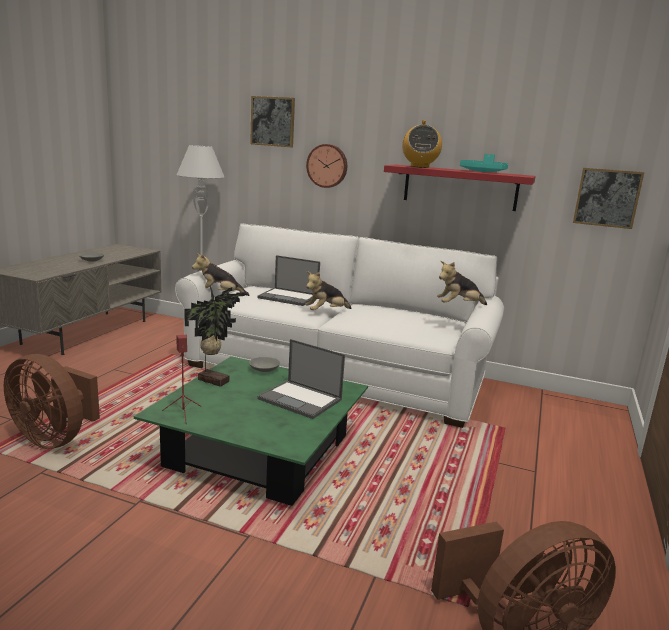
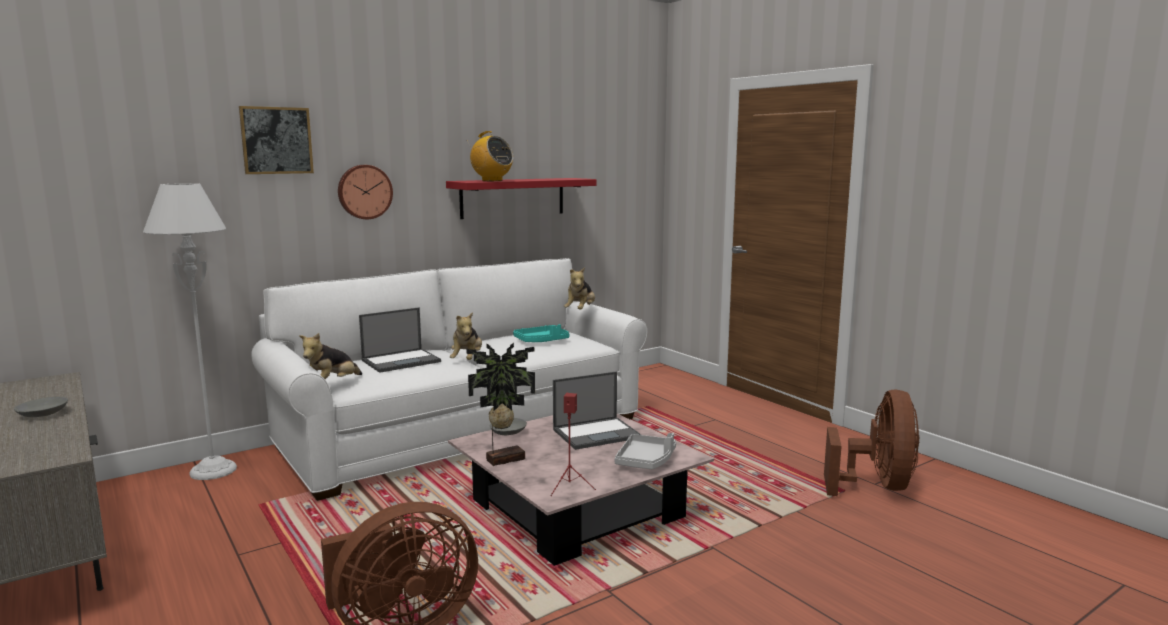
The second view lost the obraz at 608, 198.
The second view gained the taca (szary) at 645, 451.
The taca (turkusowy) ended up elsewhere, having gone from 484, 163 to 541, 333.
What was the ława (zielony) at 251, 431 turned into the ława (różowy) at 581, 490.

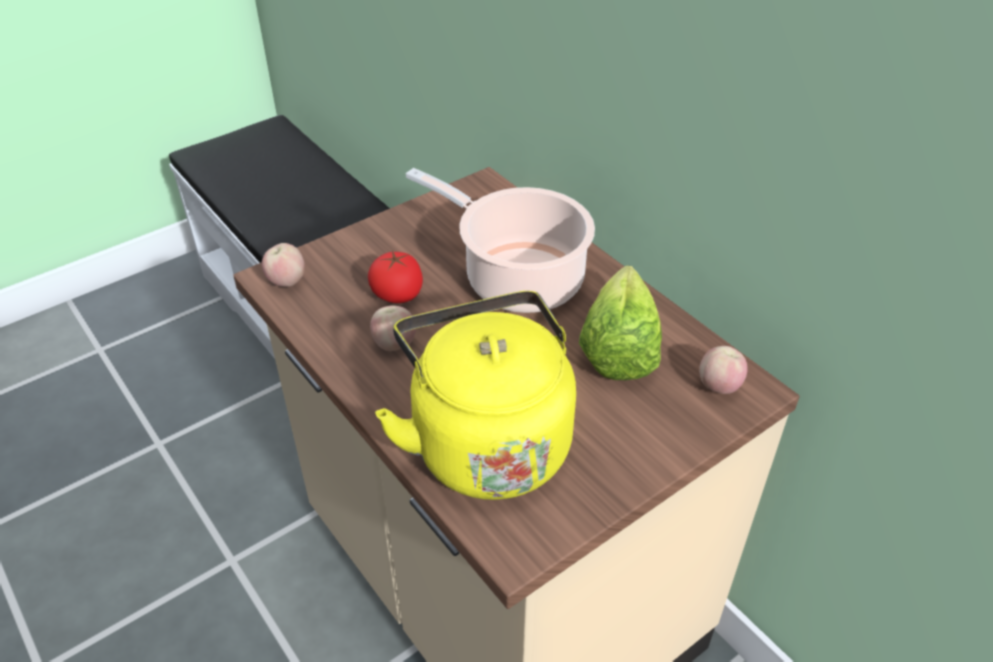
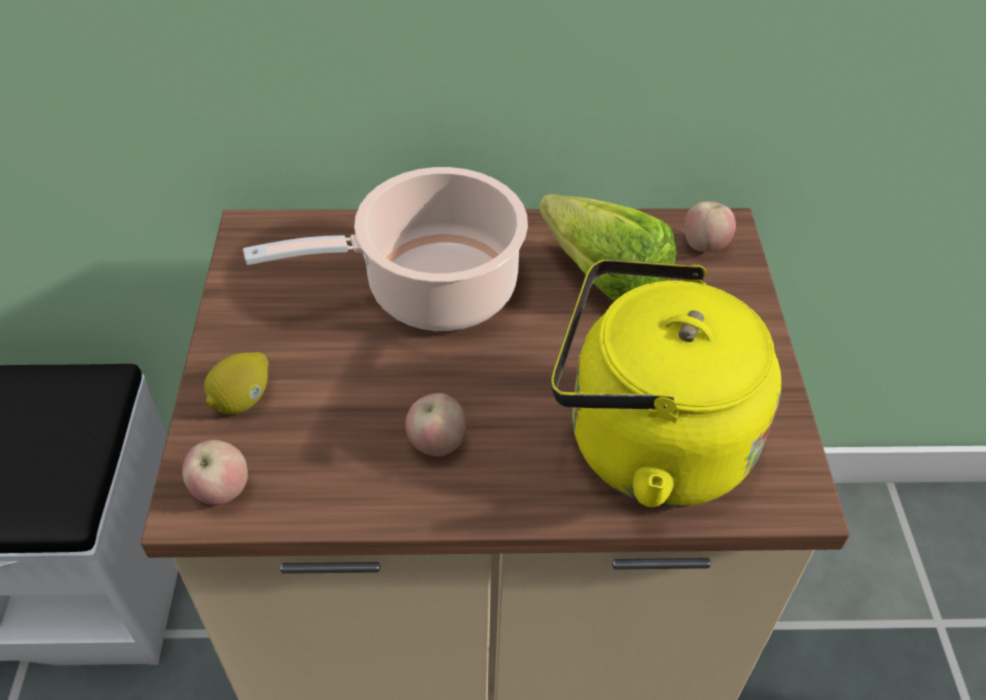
The second view lost the pomidor at 395, 277.
The second view gained the cytryna at 236, 383.

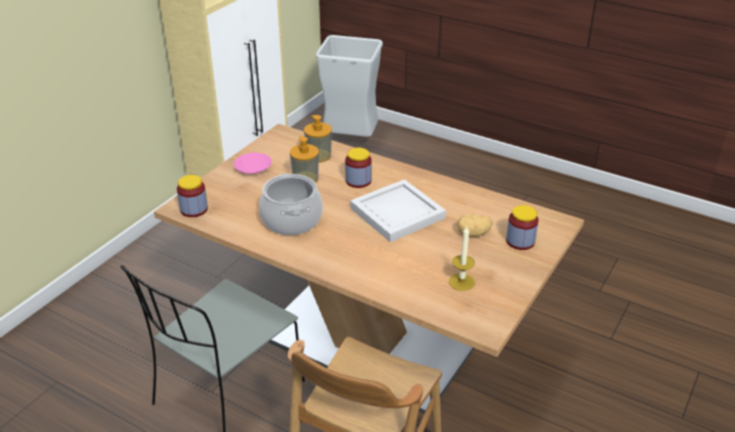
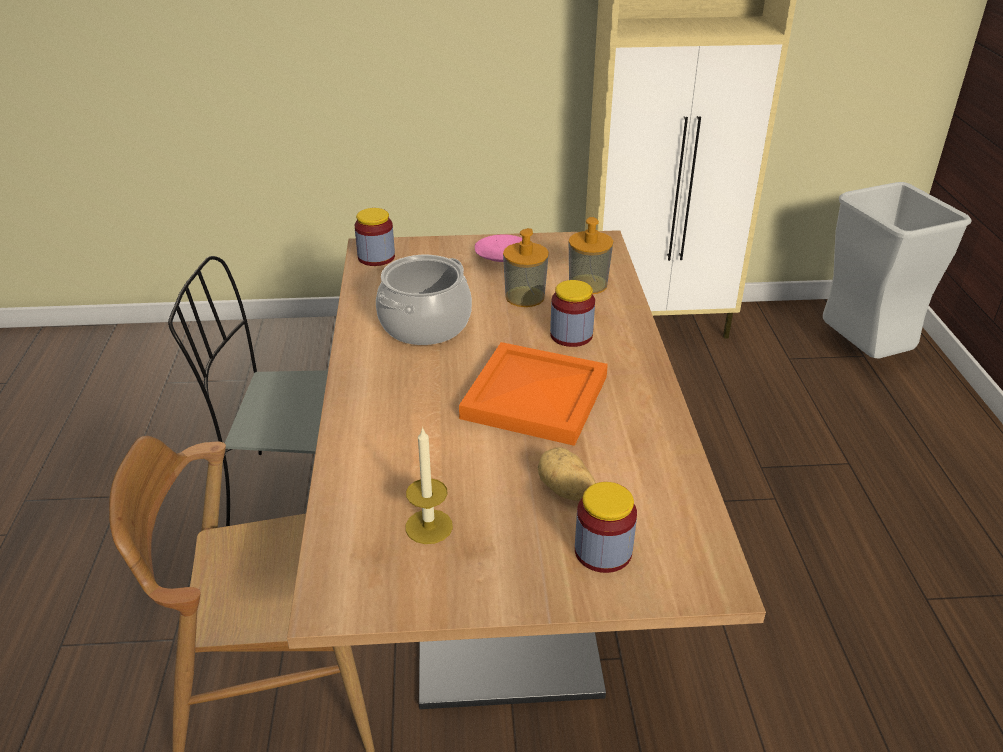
What was the taca (biały) at 398, 210 turned into the taca (pomarańczowy) at 533, 394.

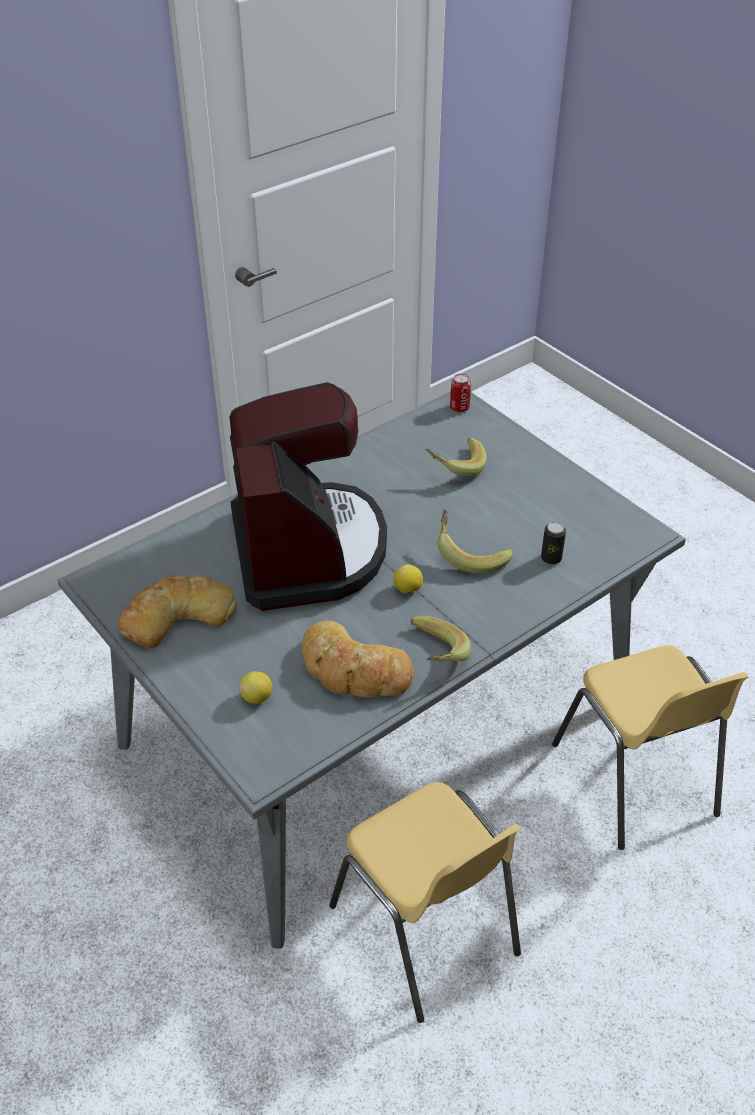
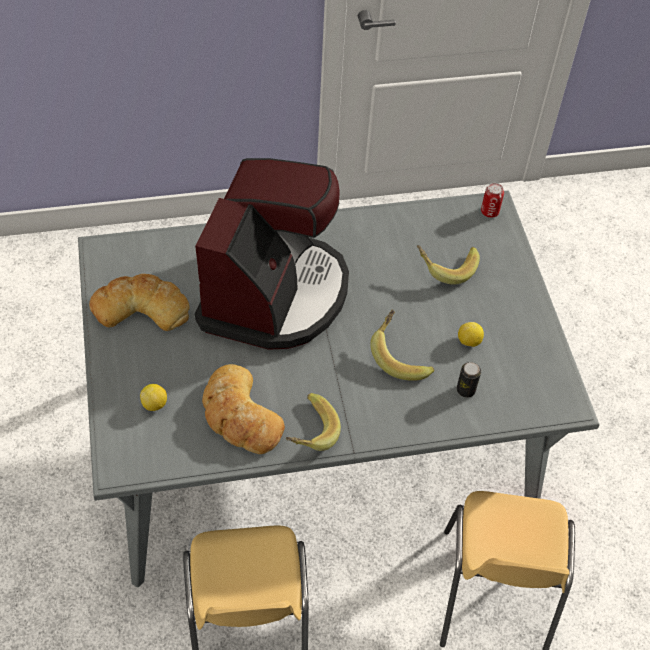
The cytryna ended up elsewhere, having gone from 408, 578 to 471, 334.

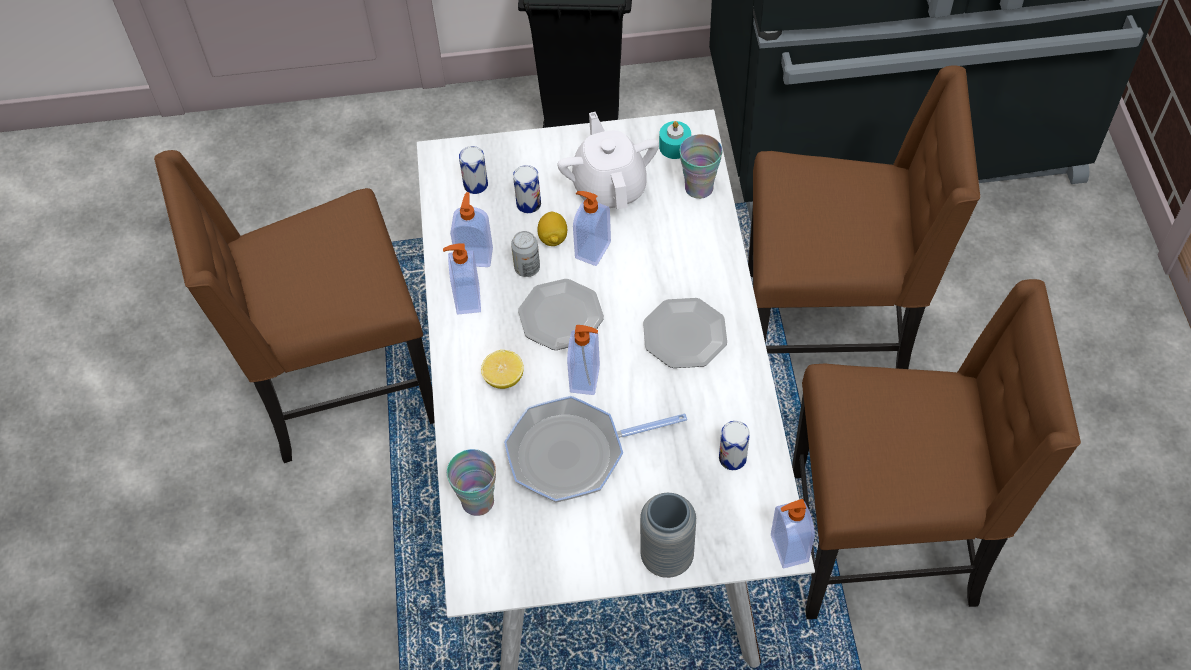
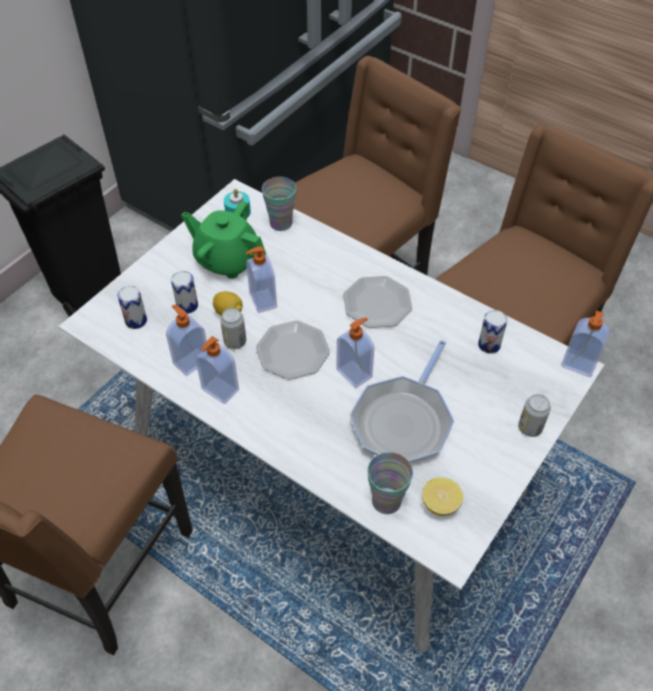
The cytryna ended up elsewhere, having gone from 502, 369 to 442, 496.
Where the wazon (szary) stood at 668, 535, the puszka came to stand at 534, 415.
What was the imbryk (biały) at 608, 160 turned into the imbryk (zielony) at 223, 240.

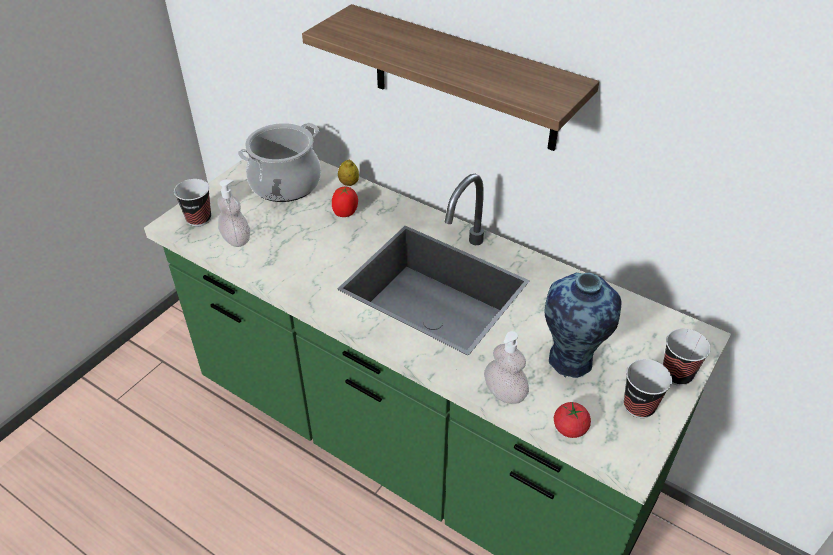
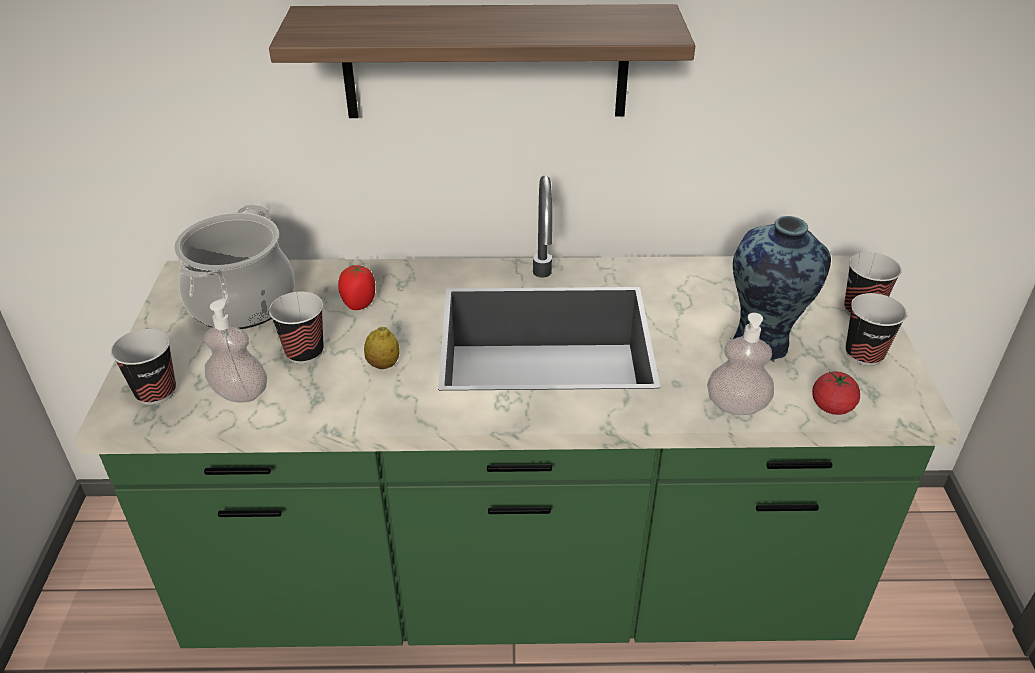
The second view gained the filiżanka at 296, 328.
The cytryna ended up elsewhere, having gone from 348, 173 to 382, 348.

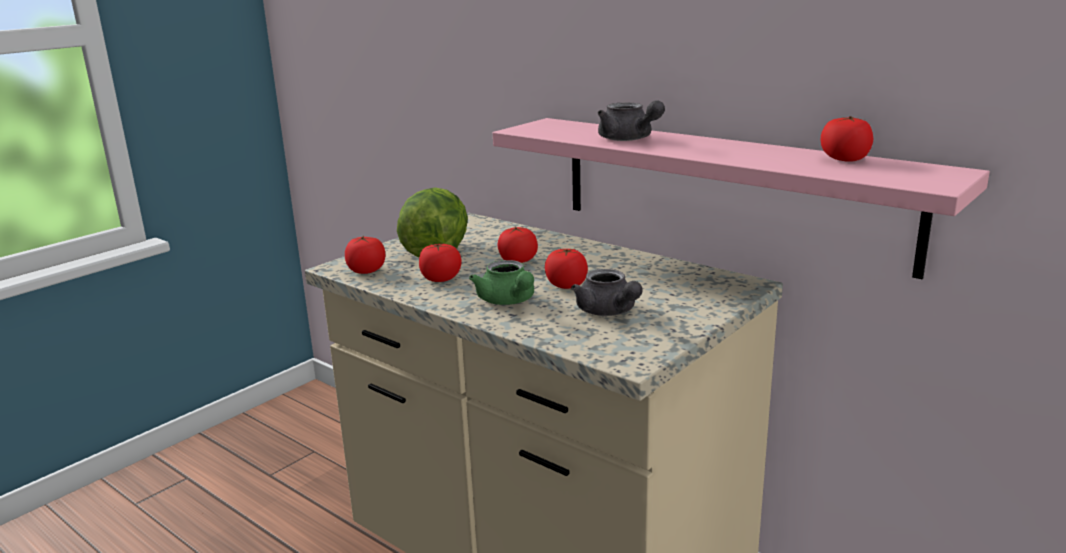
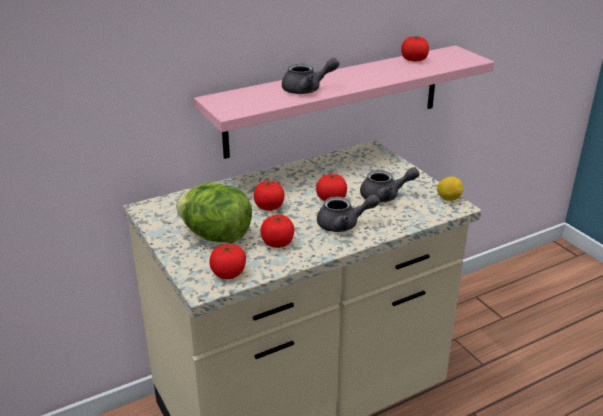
The second view gained the cytryna at 450, 189.
What was the imbryk (zielony) at 501, 282 turned into the imbryk (szary) at 348, 213.

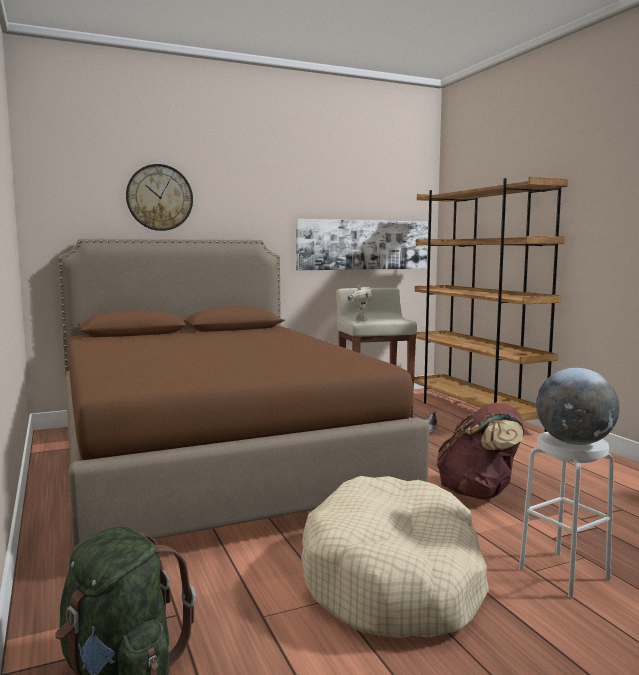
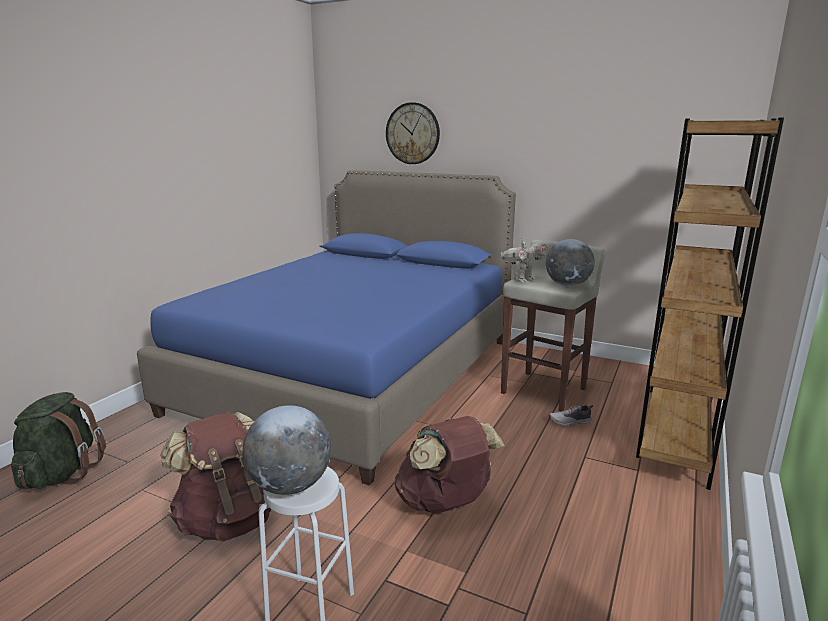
The second view lost the obraz at 362, 244.
The second view gained the globus at 570, 262.
Where the legowisko (beżowy) stood at 395, 557, the plecak (brązowy) came to stand at 216, 476.
What was the łóżko (brązowy) at 243, 393 turned into the łóżko (niebieski) at 326, 328.

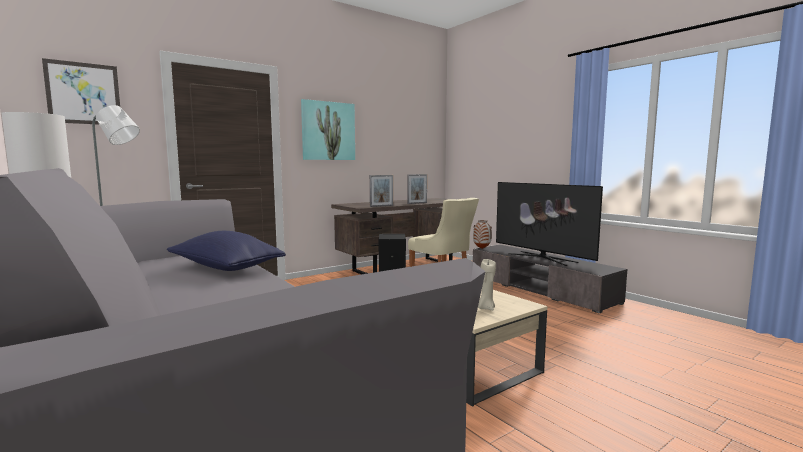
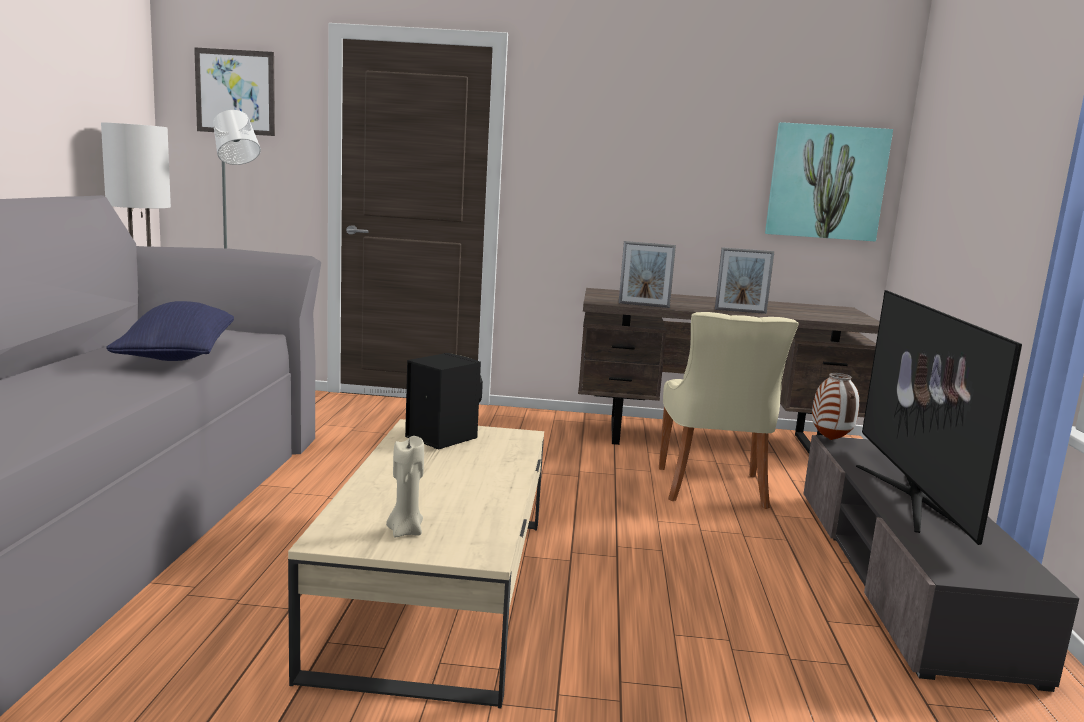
The obraz ended up elsewhere, having gone from 328, 129 to 829, 181.

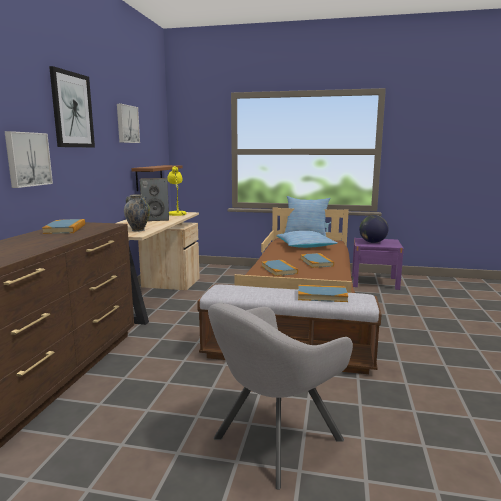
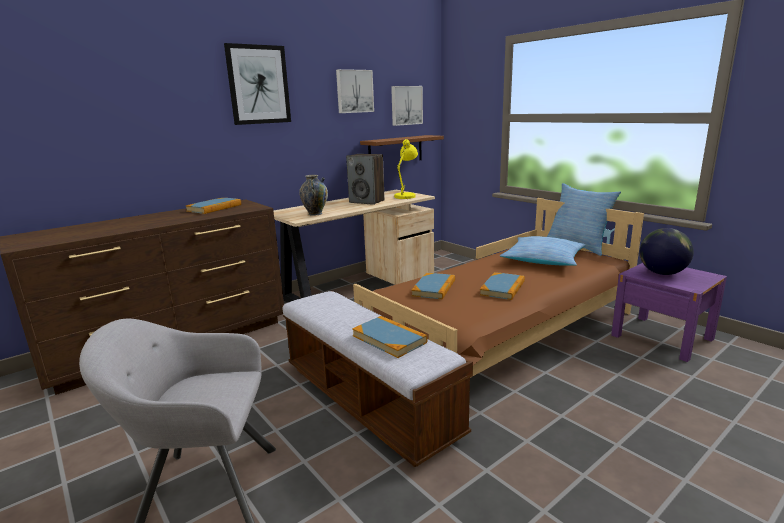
The obraz ended up elsewhere, having gone from 28, 159 to 407, 106.

